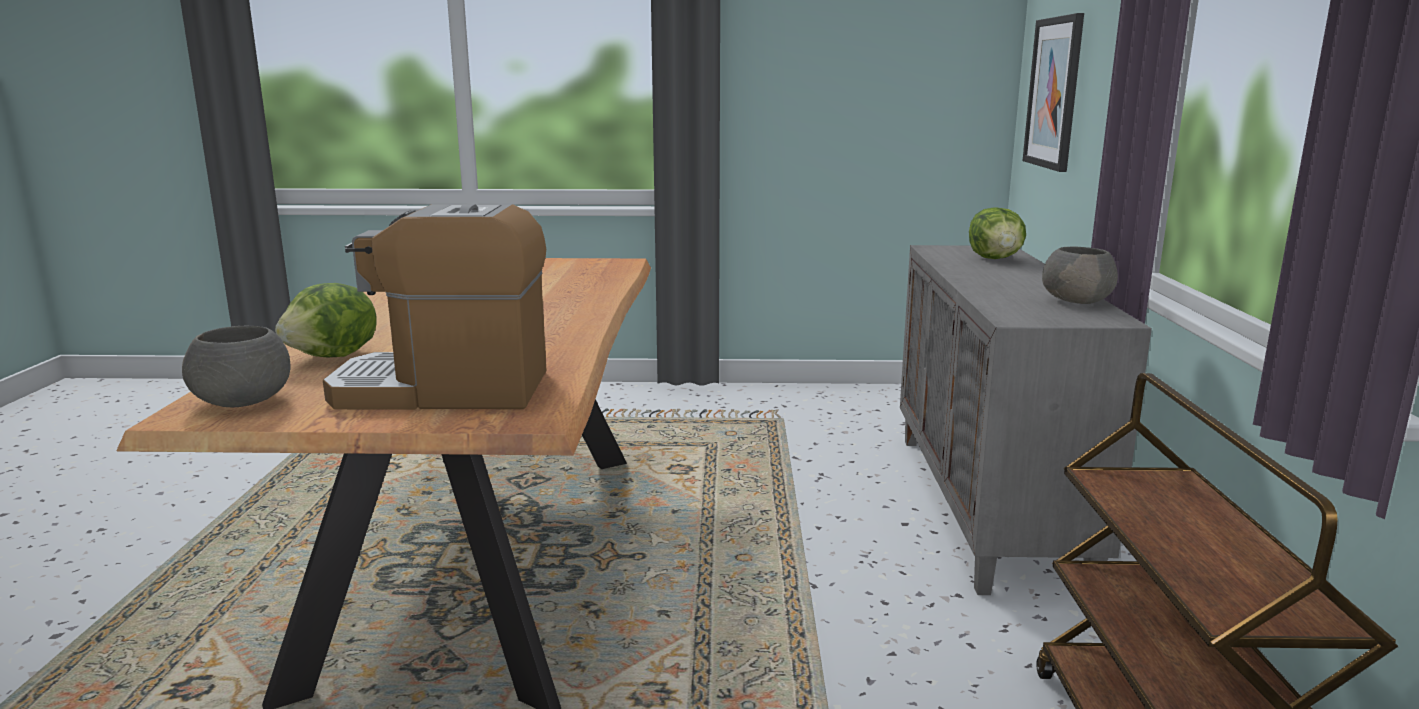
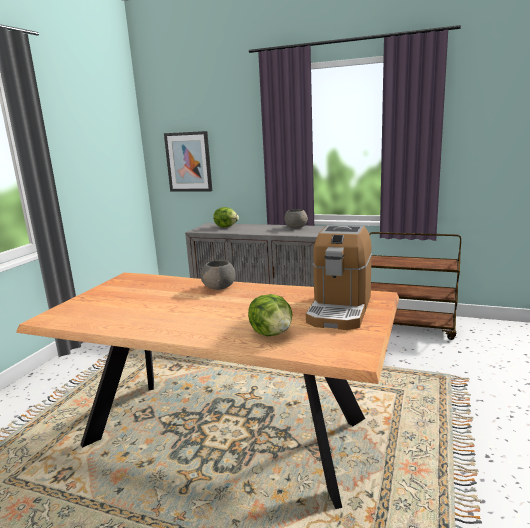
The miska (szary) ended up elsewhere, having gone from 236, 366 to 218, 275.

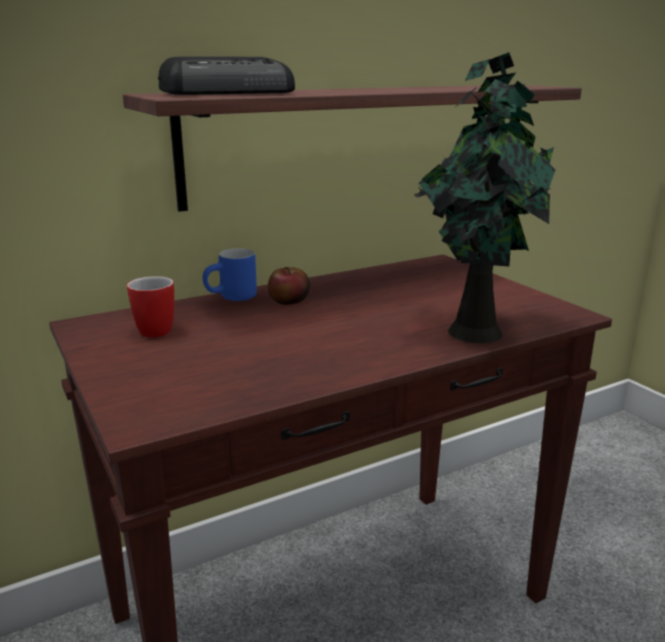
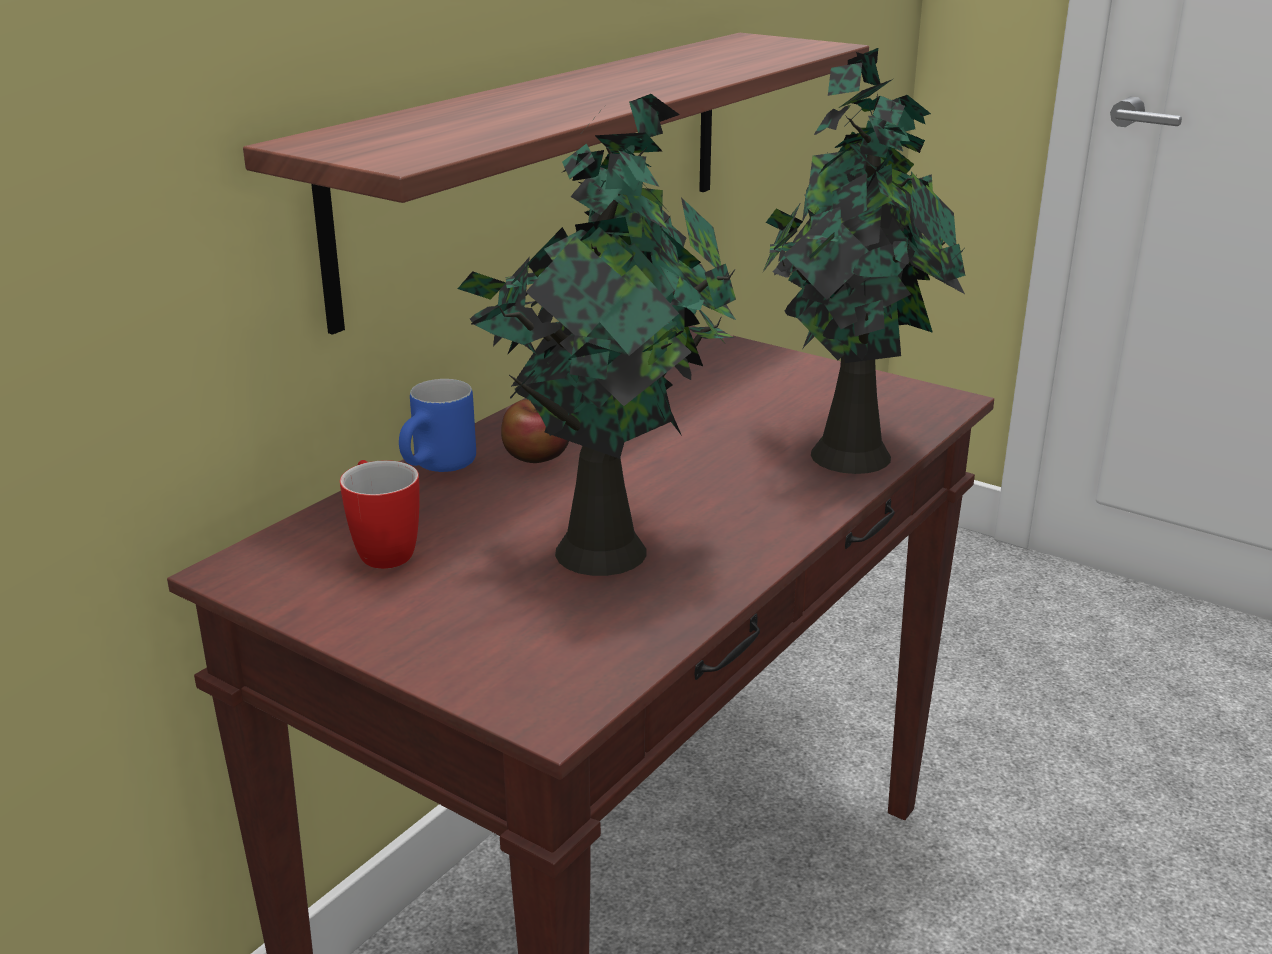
The second view lost the radio at 226, 76.
The second view gained the roślina doniczkowa at 597, 335.

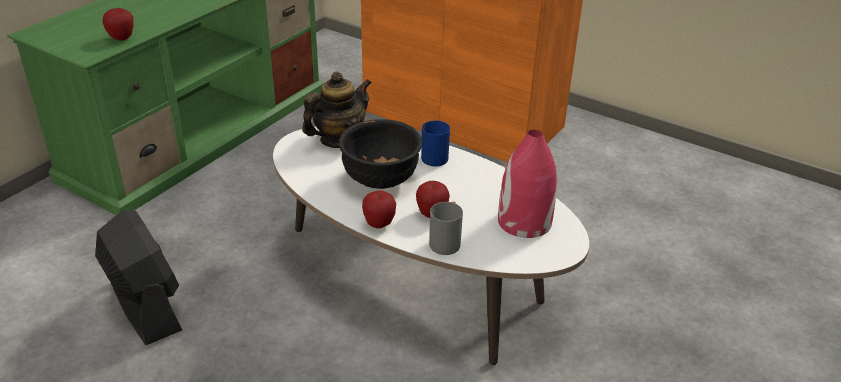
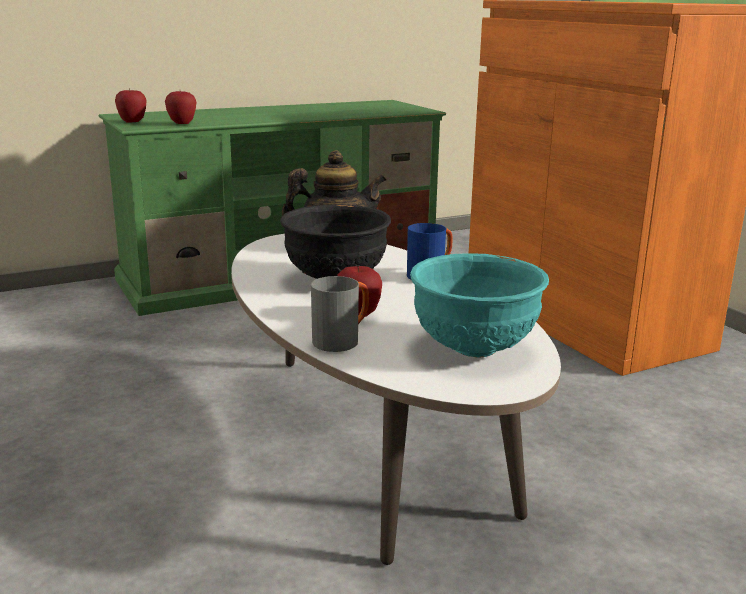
The second view lost the wentylator (czarny) at 138, 277.
The jabłko ended up elsewhere, having gone from 379, 209 to 131, 106.
Where the wazon (czerwony) stood at 527, 184, the miska (turkusowy) came to stand at 479, 305.

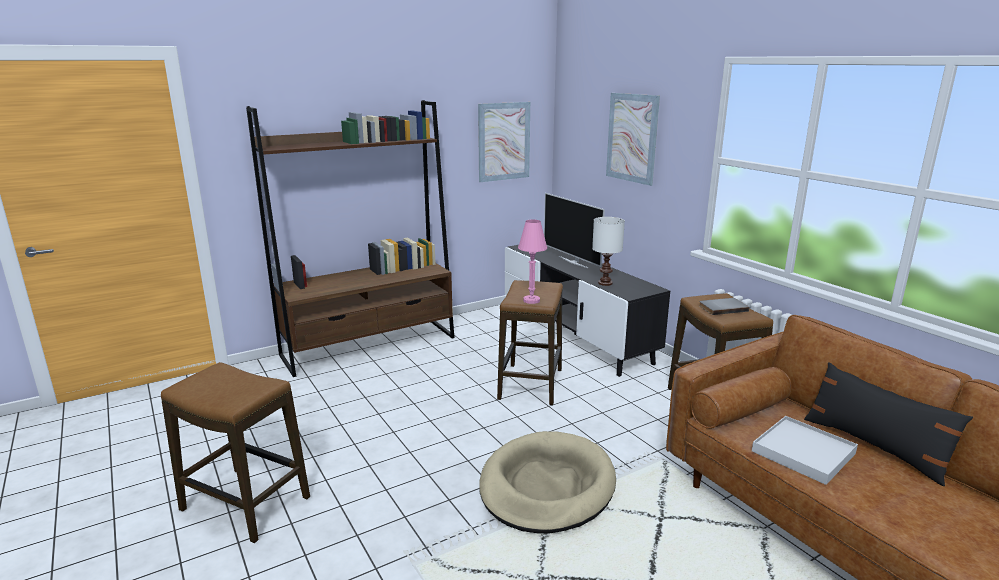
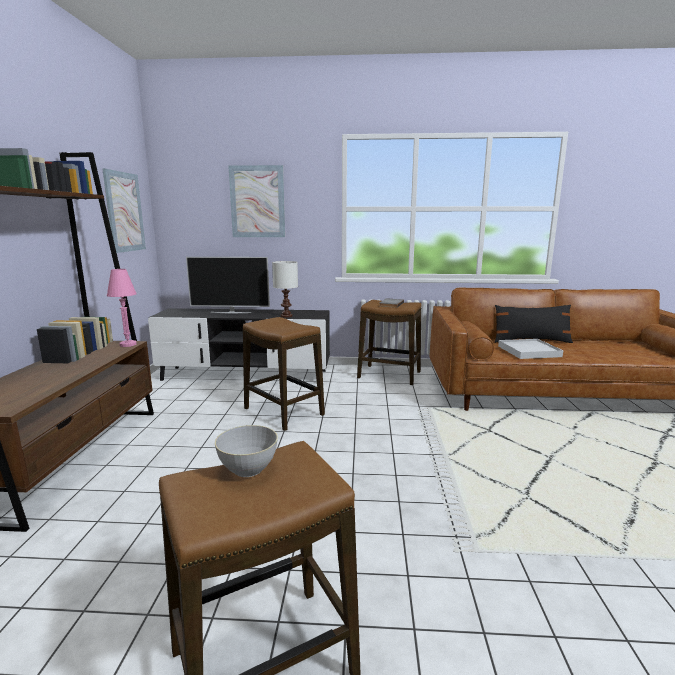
The second view lost the legowisko (beżowy) at 547, 482.
The second view gained the miska (szary) at 246, 451.
The lampa stołowa (różowy) ended up elsewhere, having gone from 532, 261 to 122, 308.

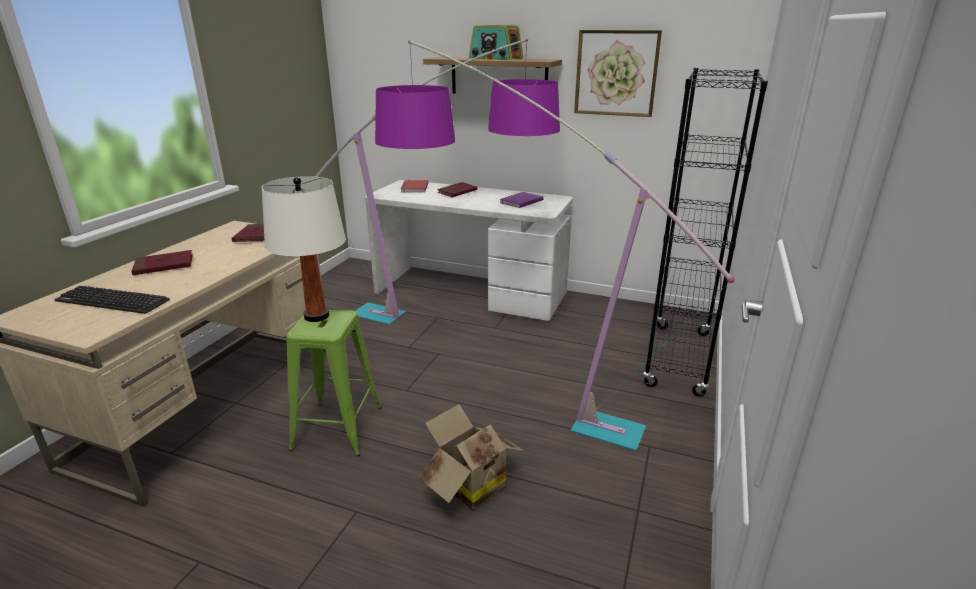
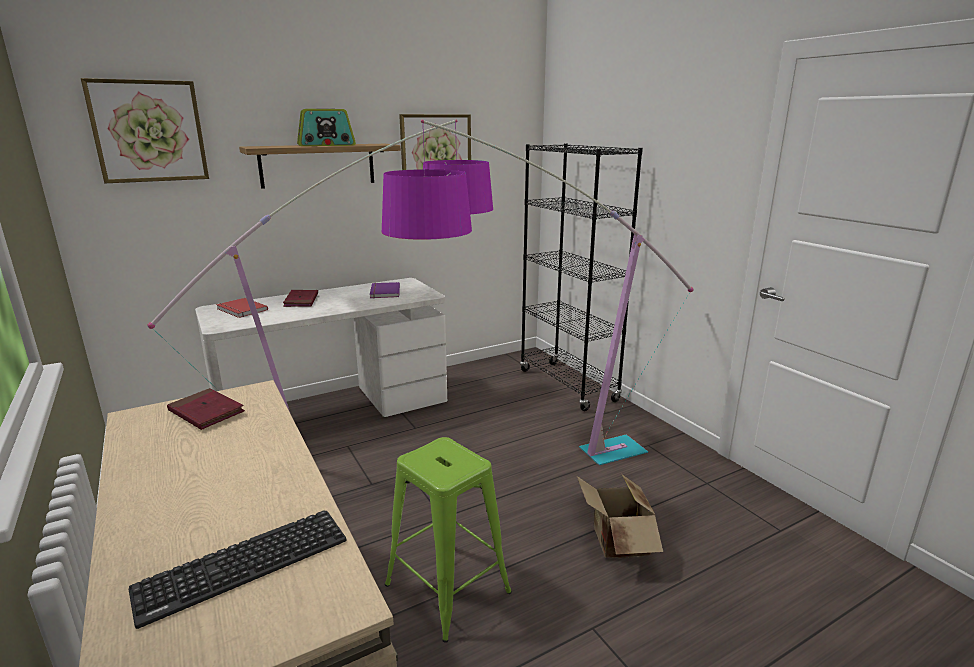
The second view lost the książka (czerwony) at 162, 262.
The second view lost the lampa stołowa (biały) at 304, 249.
The second view gained the obraz at 145, 130.

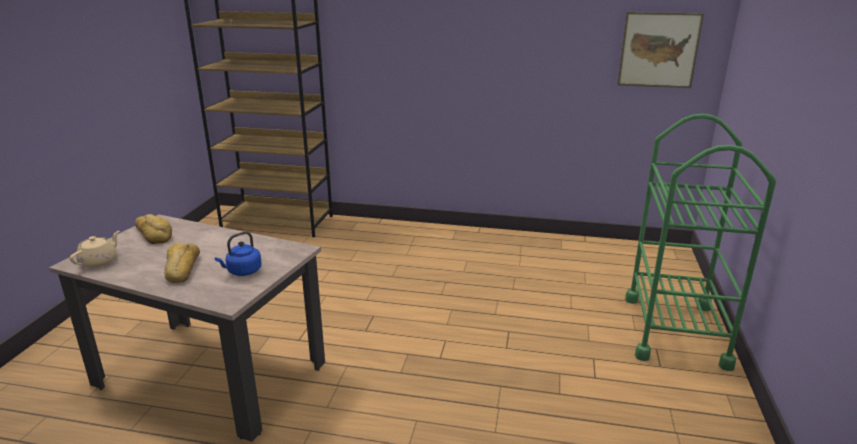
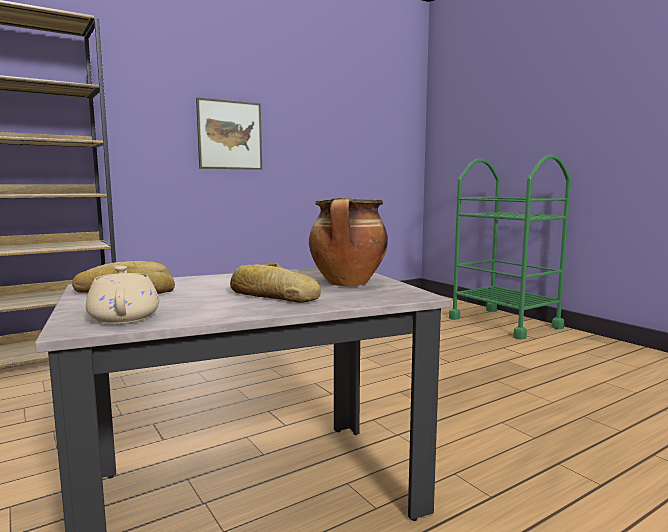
The obraz ended up elsewhere, having gone from 660, 50 to 229, 133.
Where the czajnik (niebieski) stood at 238, 253, the garnek came to stand at 348, 242.

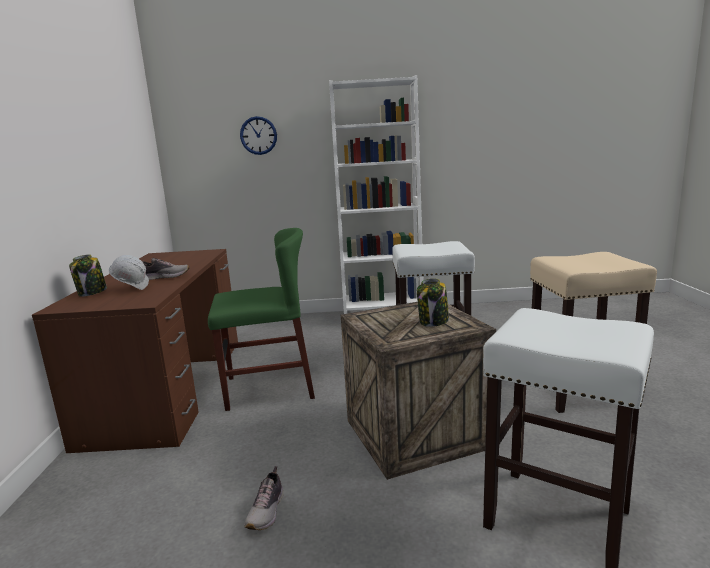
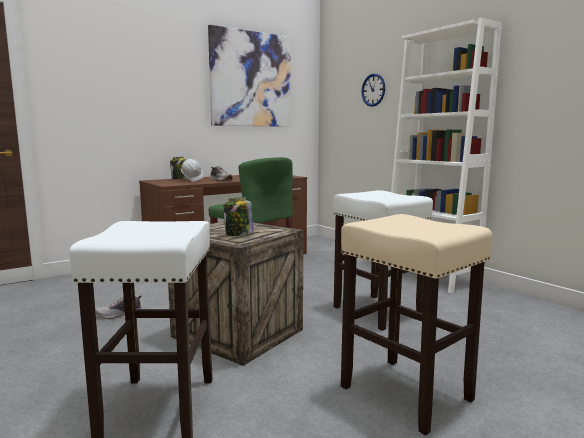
The second view gained the obraz at 249, 76.

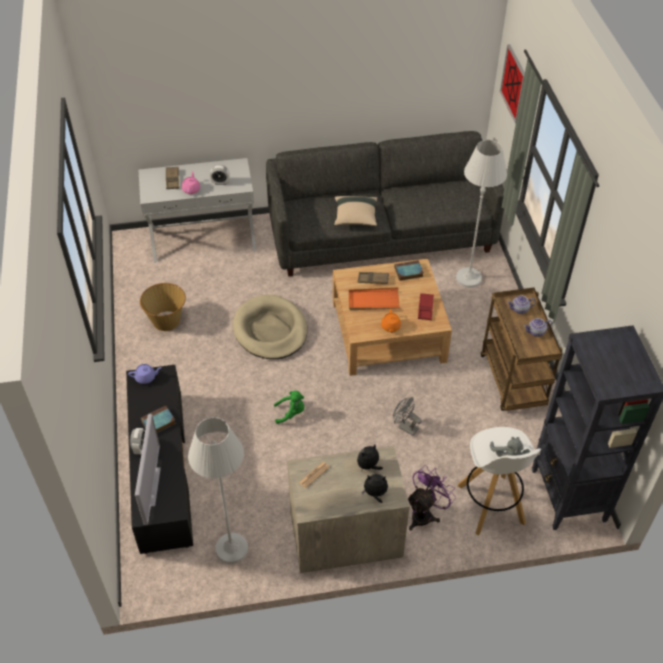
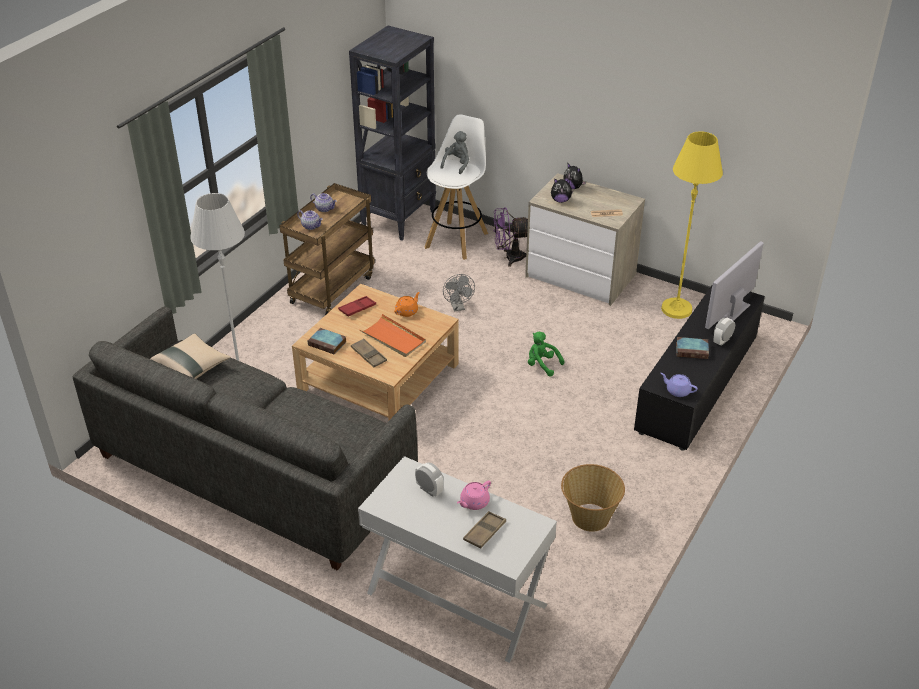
The second view lost the legowisko (beżowy) at 270, 327.
The second view lost the obraz at 512, 84.
The poduszka (beżowy) ended up elsewhere, having gone from 355, 211 to 190, 356.
What was the lampa stojąca (biały) at 218, 490 turned into the lampa stojąca (żółty) at 692, 225.

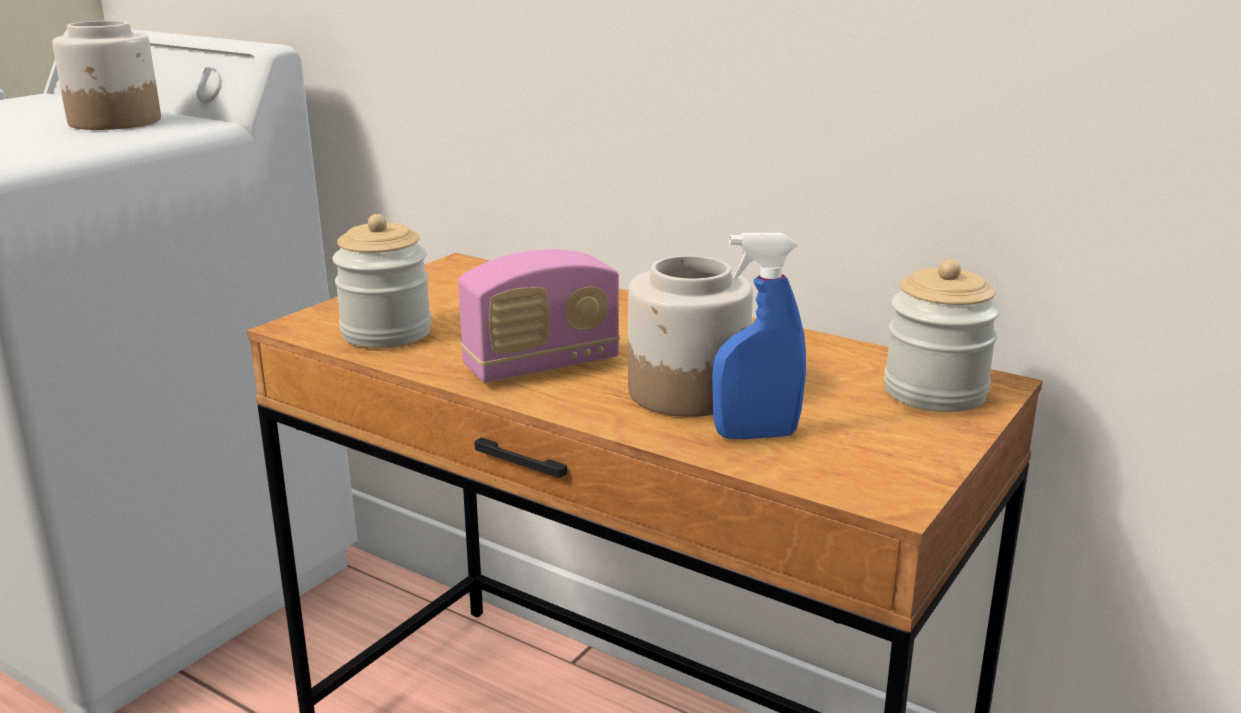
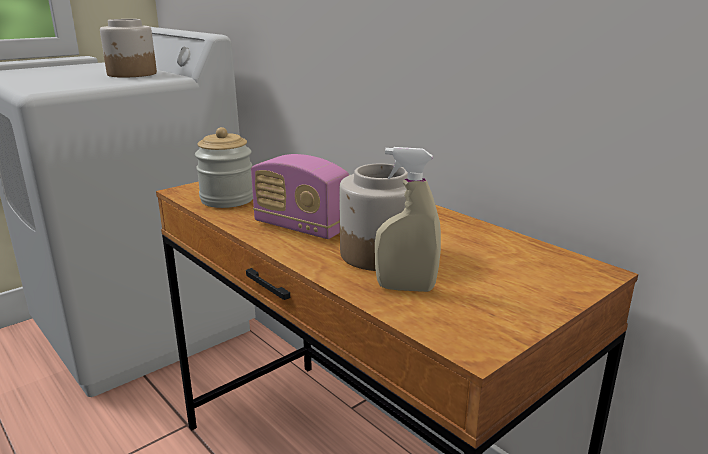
The second view lost the słoik at 942, 335.
What was the spryskiwacz (niebieski) at 759, 336 turned into the spryskiwacz (beżowy) at 408, 219.
The radio at 539, 316 ended up facing another way, 45 degrees clockwise from before.

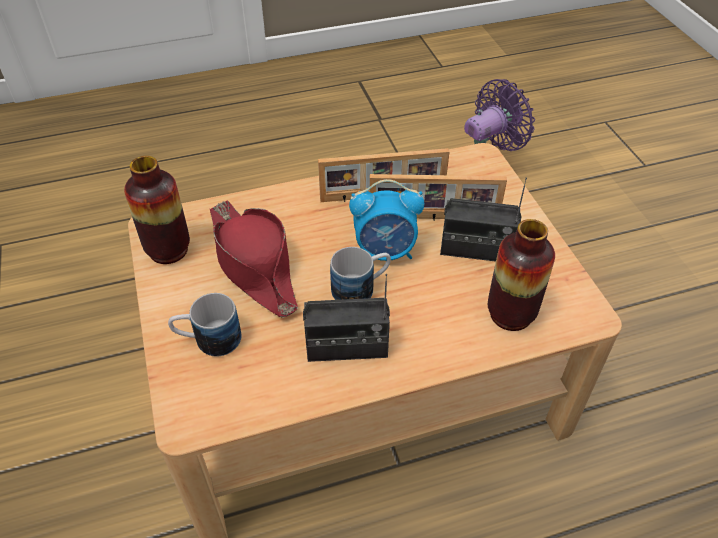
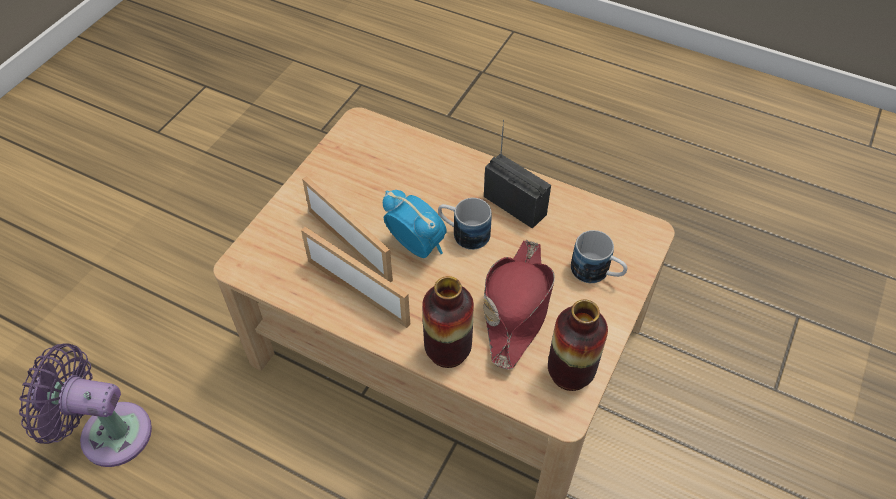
The second view lost the radio at 483, 219.
The wazon ended up elsewhere, having gone from 521, 275 to 448, 322.

